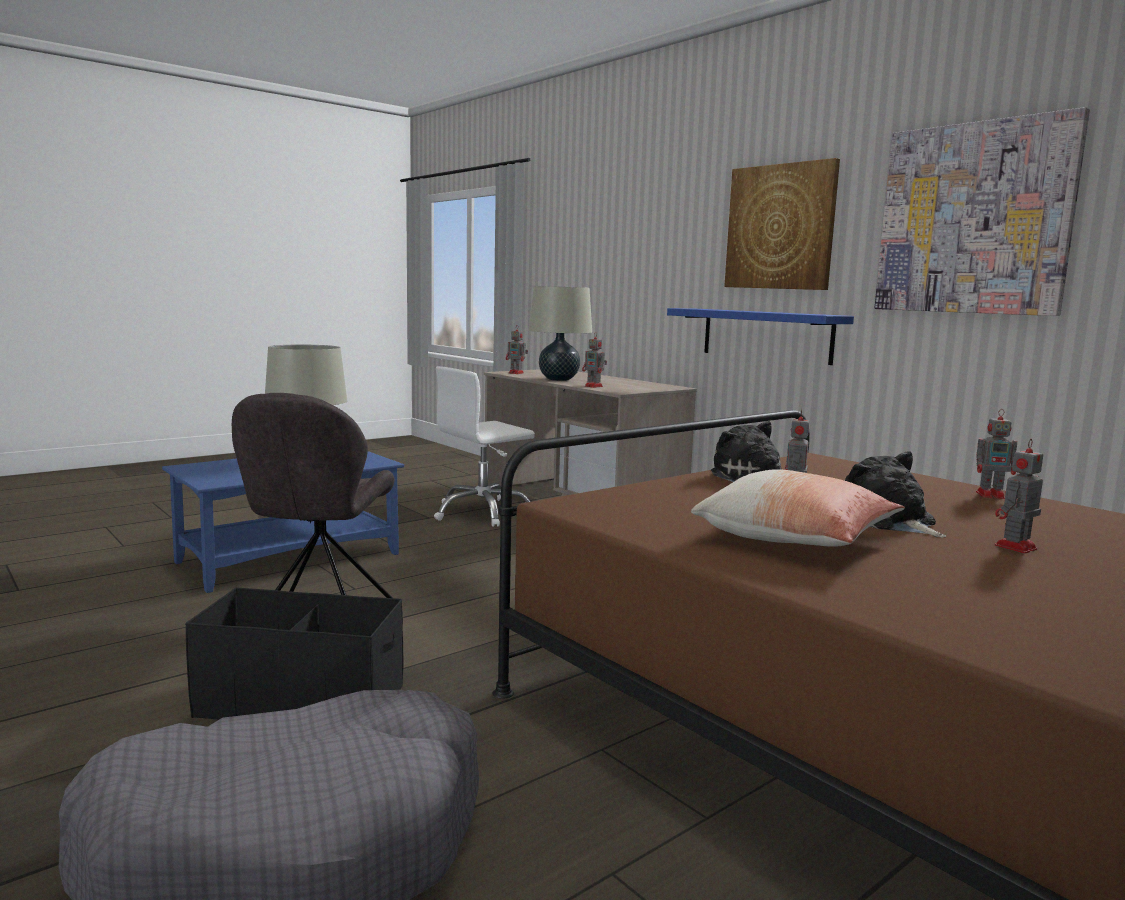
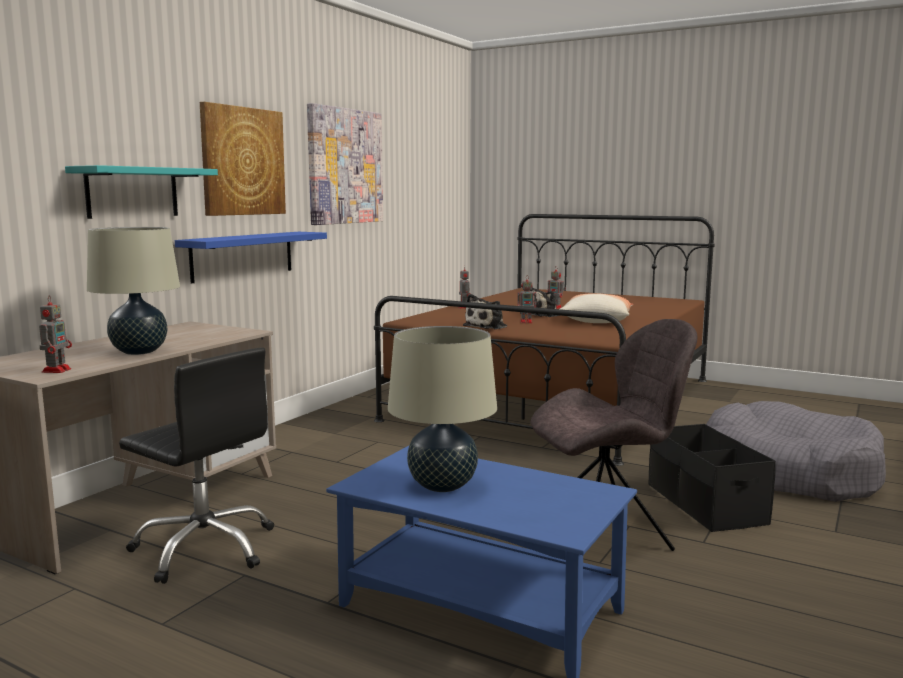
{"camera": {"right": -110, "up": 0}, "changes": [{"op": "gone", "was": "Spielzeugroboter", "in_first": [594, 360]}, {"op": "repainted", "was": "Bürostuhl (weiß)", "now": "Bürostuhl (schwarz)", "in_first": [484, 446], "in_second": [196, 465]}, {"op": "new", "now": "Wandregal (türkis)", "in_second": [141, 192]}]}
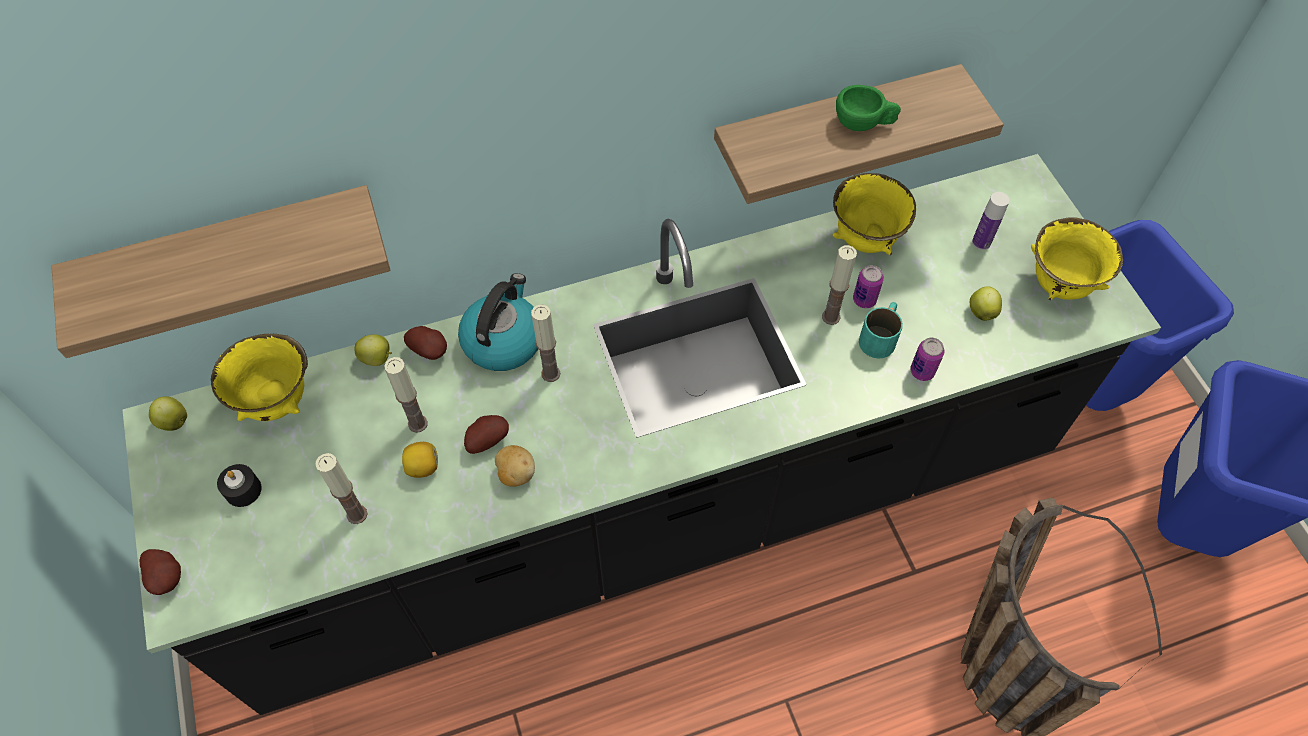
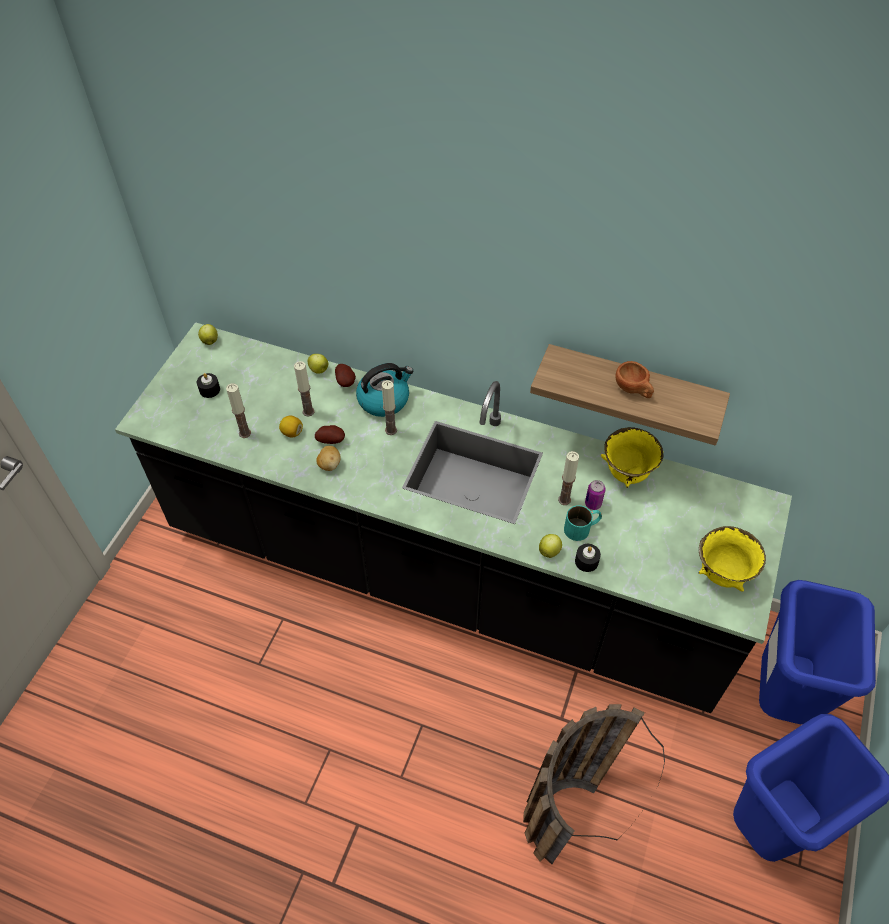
{"camera": {"right": 40, "up": -5}, "changes": [{"op": "repainted", "was": "Tasse (grün)", "now": "Tasse (braun)", "in_first": [868, 108], "in_second": [634, 379]}, {"op": "gone", "was": "Wandregal", "in_first": [220, 271]}, {"op": "gone", "was": "Flasche", "in_first": [991, 221]}, {"op": "shifted", "was": "Apfel", "in_first": [986, 303], "in_second": [550, 546]}, {"op": "gone", "was": "Schüssel (gelb)", "in_first": [259, 377]}, {"op": "swapped", "was": "Dose", "now": "Kerze (schwarz)", "in_first": [927, 359], "in_second": [588, 558]}, {"op": "gone", "was": "Kartoffel", "in_first": [160, 572]}]}
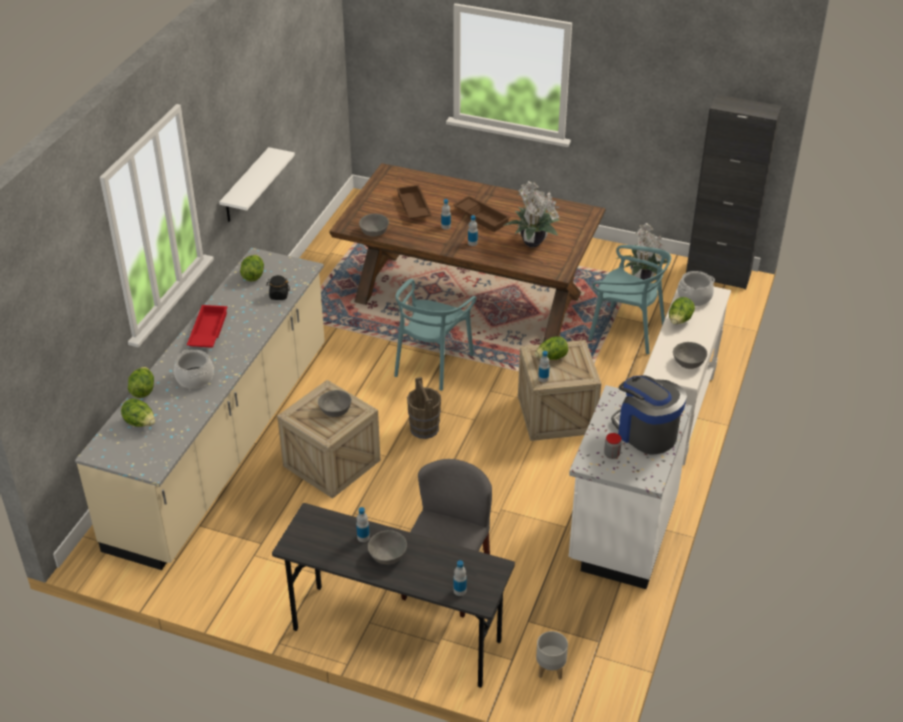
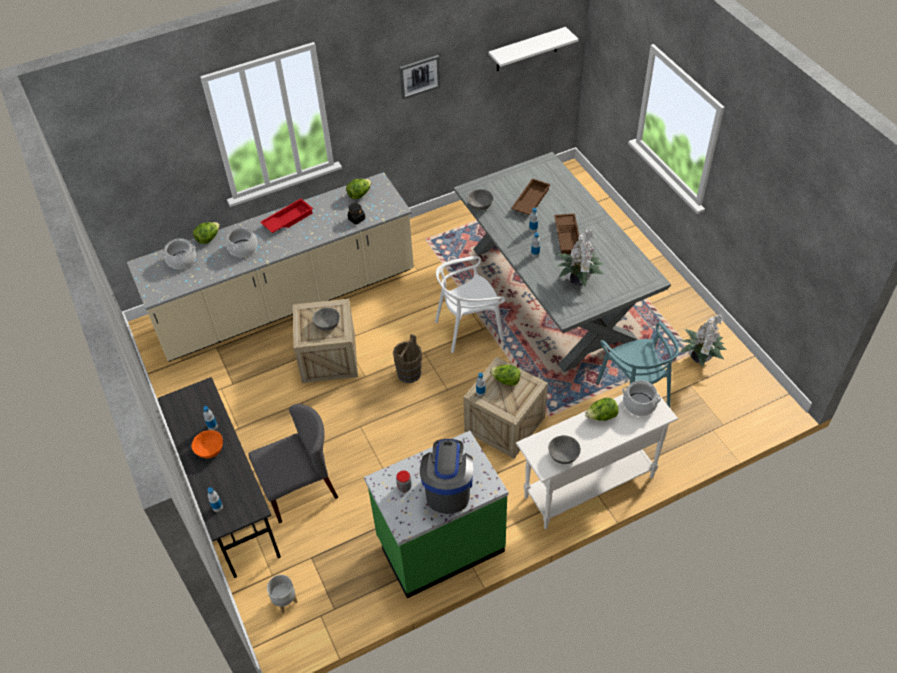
{"camera": {"right": 45, "up": 10}, "changes": [{"op": "gone", "was": "Schrank (schwarz)", "in_first": [734, 192]}, {"op": "shifted", "was": "Wandregal (weiß)", "in_first": [257, 184], "in_second": [534, 49]}, {"op": "repainted", "was": "Esstisch (braun)", "now": "Esstisch (grau)", "in_first": [467, 252], "in_second": [562, 262]}, {"op": "repainted", "was": "Stuhl (türkis)", "now": "Stuhl (weiß)", "in_first": [435, 335], "in_second": [470, 304]}, {"op": "repainted", "was": "Küchenzeile (weiß)", "now": "Küchenzeile (grün)", "in_first": [630, 487], "in_second": [436, 514]}, {"op": "swapped", "was": "Salatkopf", "now": "Kochtopf", "in_first": [138, 412], "in_second": [178, 254]}, {"op": "repainted", "was": "Schüssel (grau)", "now": "Schüssel (orange)", "in_first": [387, 547], "in_second": [207, 444]}, {"op": "new", "now": "Bild", "in_second": [419, 77]}]}
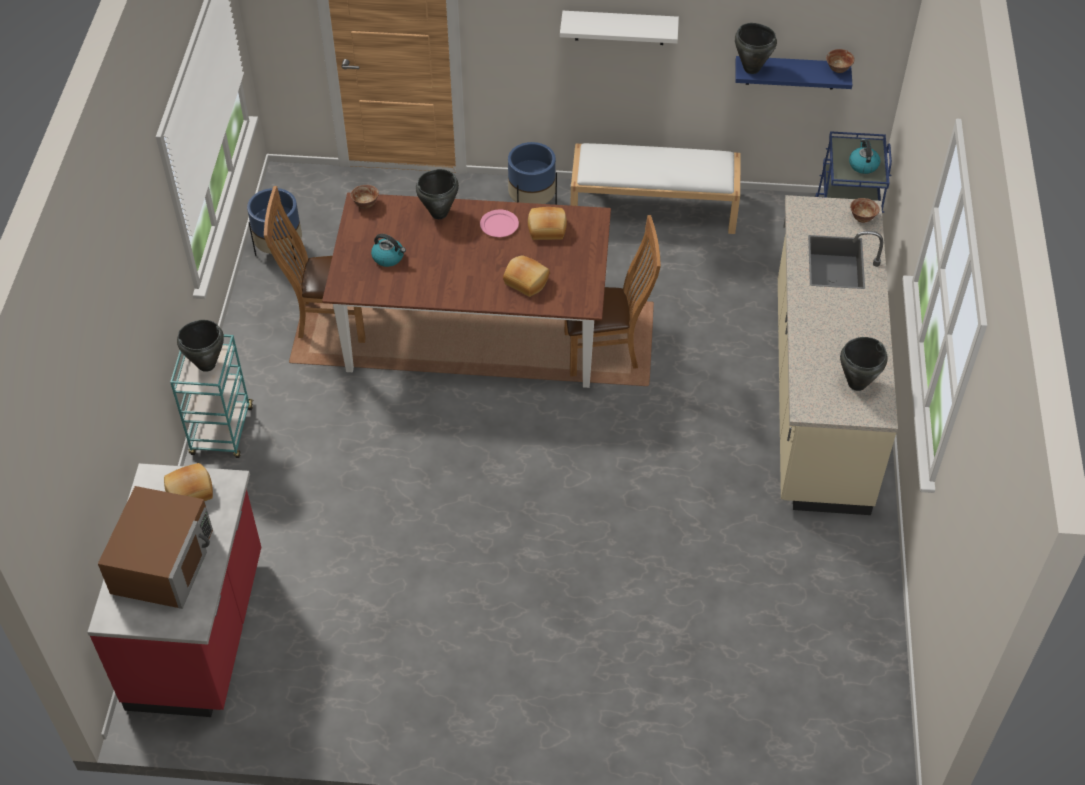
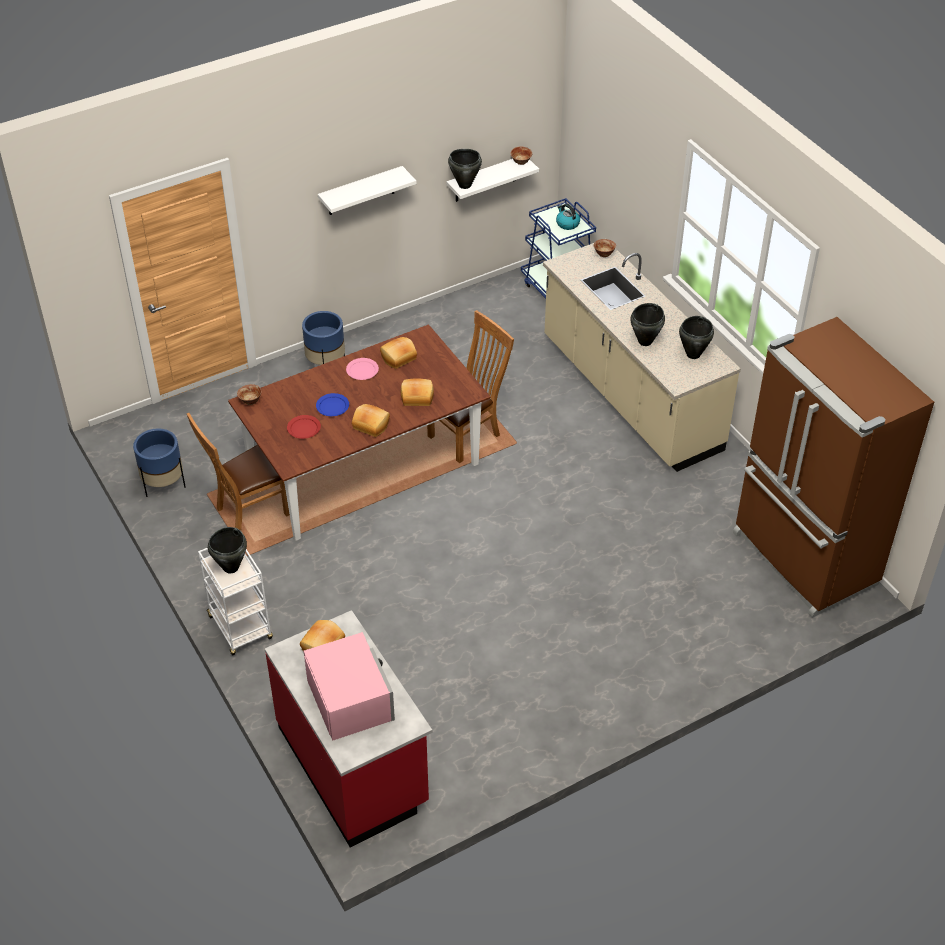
{"camera": {"right": -35, "up": -5}, "changes": [{"op": "repainted", "was": "Wandregal (blau)", "now": "Wandregal (weiß)", "in_first": [793, 72], "in_second": [492, 180]}, {"op": "gone", "was": "Bank (weiß)", "in_first": [655, 188]}, {"op": "shifted", "was": "Kochtopf (schwarz)", "in_first": [437, 194], "in_second": [647, 324]}, {"op": "swapped", "was": "Wasserkessel", "now": "Teller (rot)", "in_first": [388, 250], "in_second": [304, 427]}, {"op": "repainted", "was": "Rollwagen (türkis)", "now": "Rollwagen (weiß)", "in_first": [211, 396], "in_second": [235, 602]}, {"op": "repainted", "was": "Mikrowelle (braun)", "now": "Mikrowelle (rosa)", "in_first": [155, 547], "in_second": [349, 686]}, {"op": "new", "now": "Kühlschrank (braun)", "in_second": [833, 467]}, {"op": "new", "now": "Teller (blau)", "in_second": [332, 404]}, {"op": "new", "now": "Brot", "in_second": [371, 420]}]}
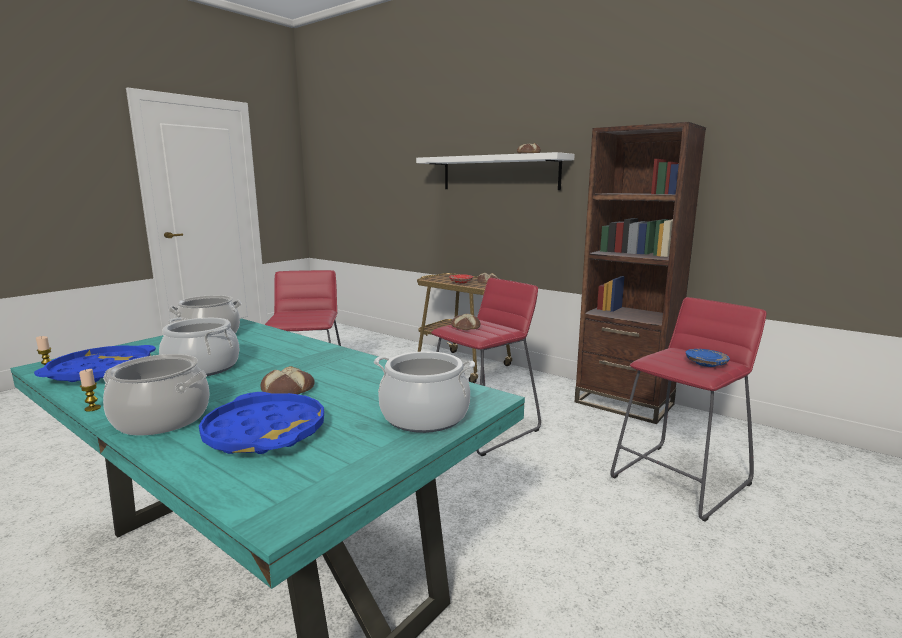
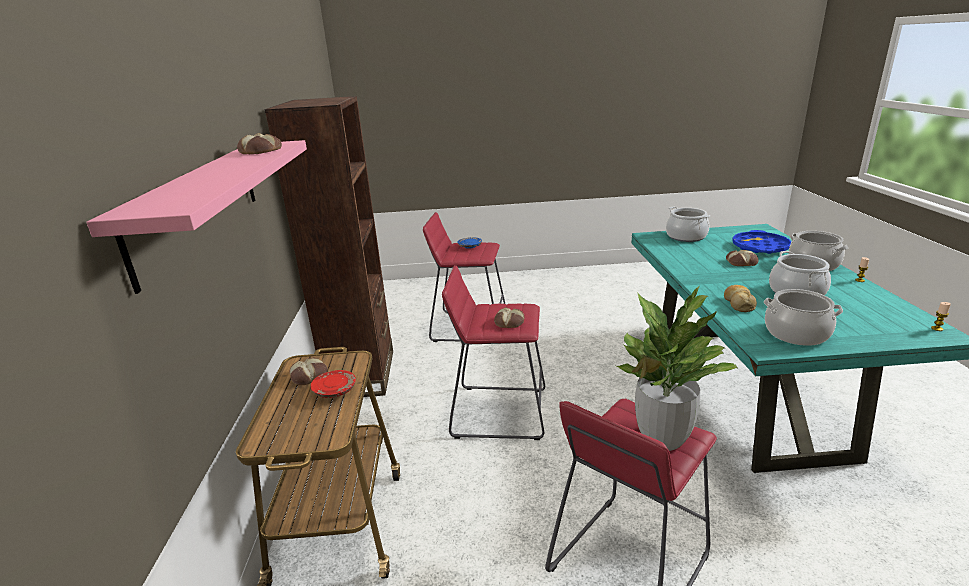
{"camera": {"right": -130, "up": 10}, "changes": [{"op": "repainted", "was": "Wandregal (weiß)", "now": "Wandregal (rosa)", "in_first": [495, 171], "in_second": [196, 217]}, {"op": "gone", "was": "Tablett (blau)", "in_first": [95, 363]}, {"op": "new", "now": "Brot", "in_second": [740, 298]}, {"op": "new", "now": "Topfpflanze", "in_second": [677, 368]}]}
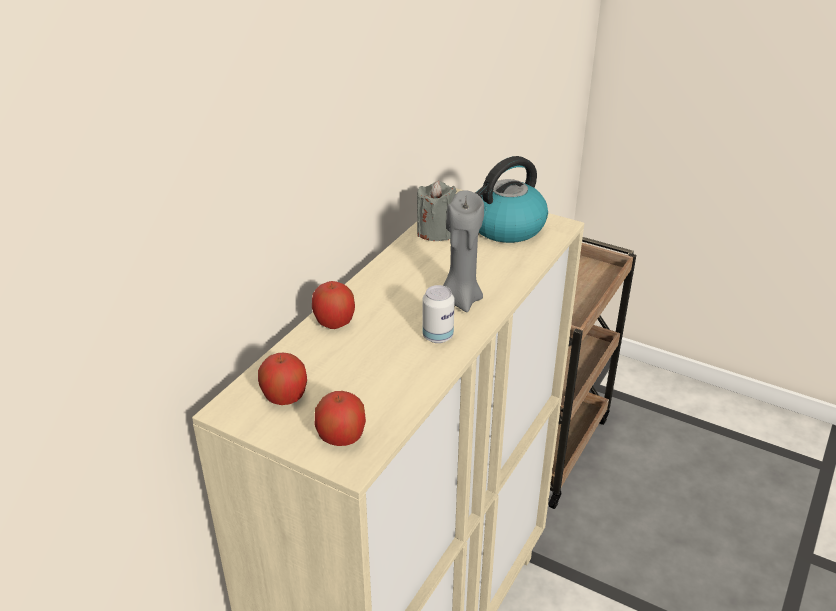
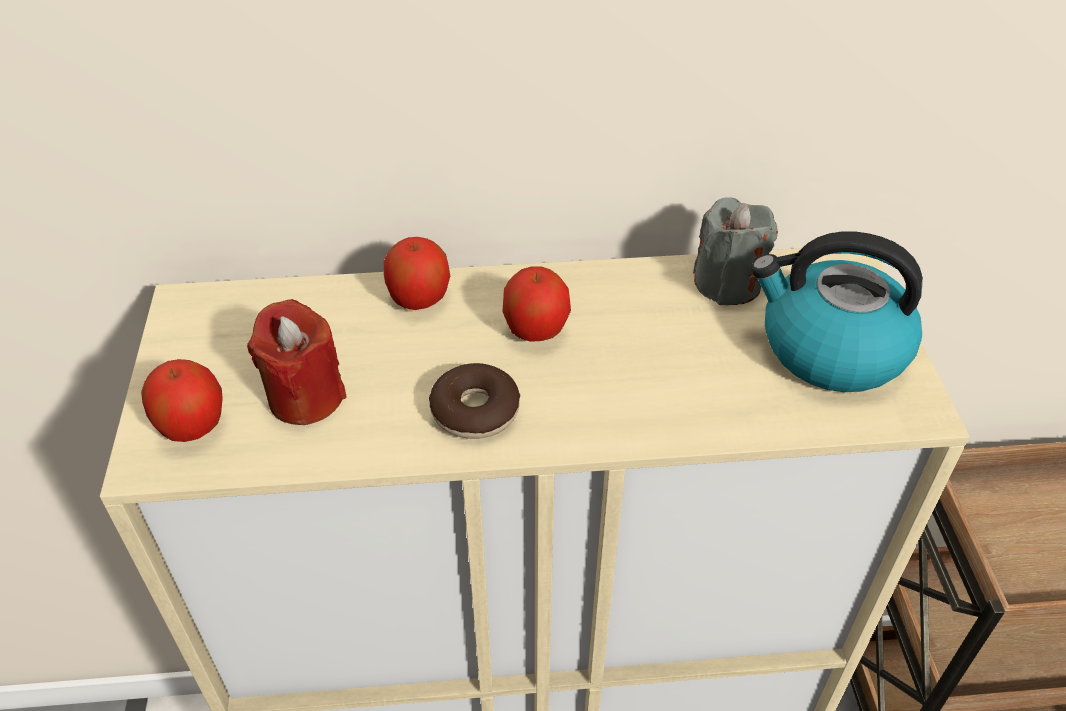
{"camera": {"right": 55, "up": 10}, "changes": [{"op": "gone", "was": "Kerze (grau)", "in_first": [463, 251]}, {"op": "swapped", "was": "Dose", "now": "Donut", "in_first": [438, 314], "in_second": [474, 401]}, {"op": "shifted", "was": "Apfel", "in_first": [282, 379], "in_second": [536, 304]}, {"op": "new", "now": "Kerze (rot)", "in_second": [296, 362]}]}
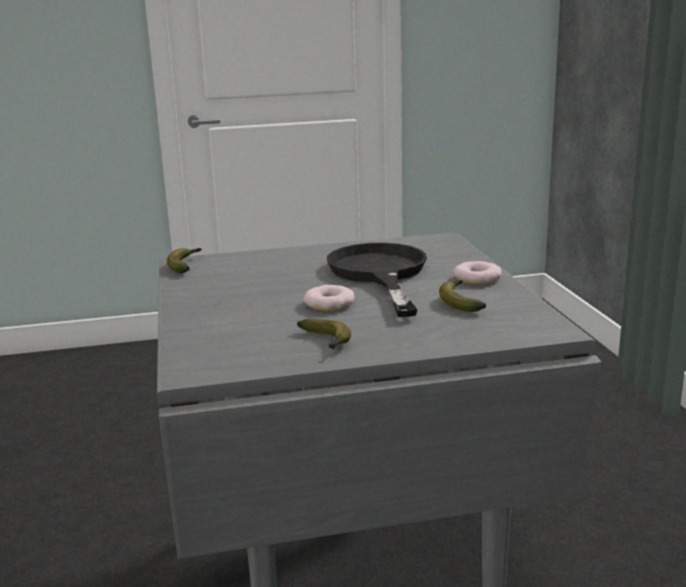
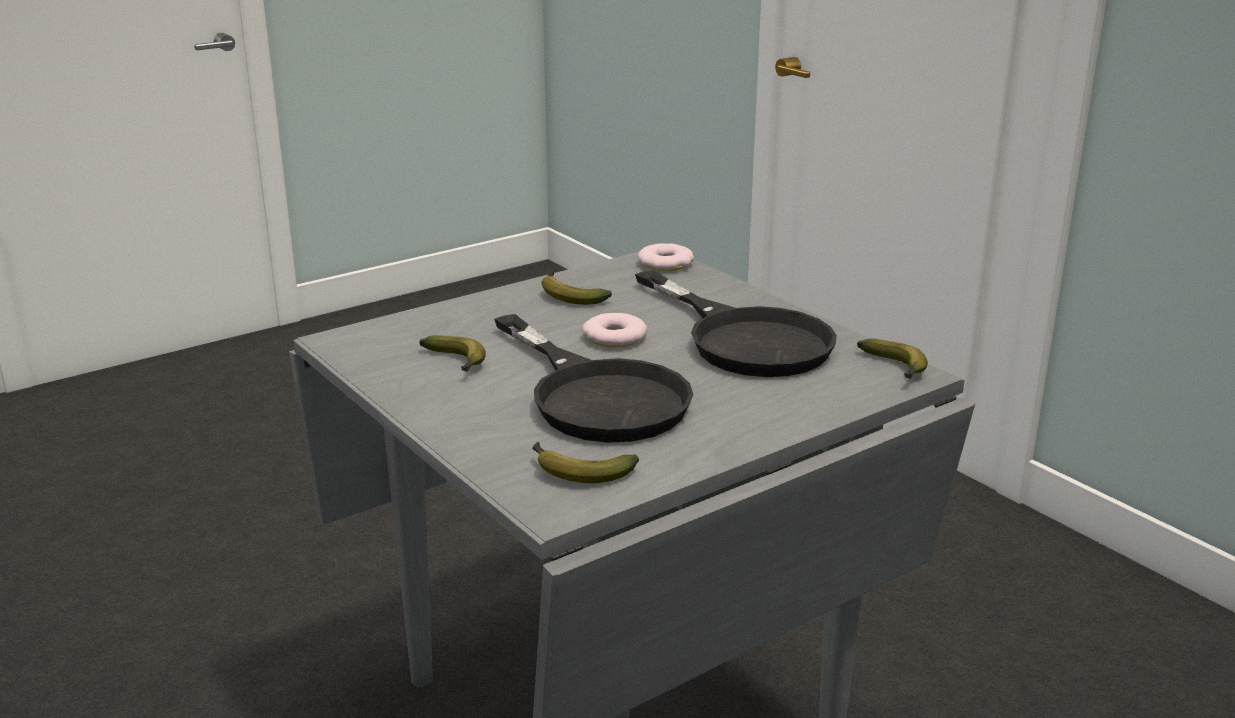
{"camera": {"right": 155, "up": 5}, "changes": [{"op": "shifted", "was": "Donut", "in_first": [477, 272], "in_second": [666, 257]}, {"op": "new", "now": "Pfanne (schwarz)", "in_second": [736, 323]}, {"op": "new", "now": "Banane", "in_second": [585, 462]}]}
